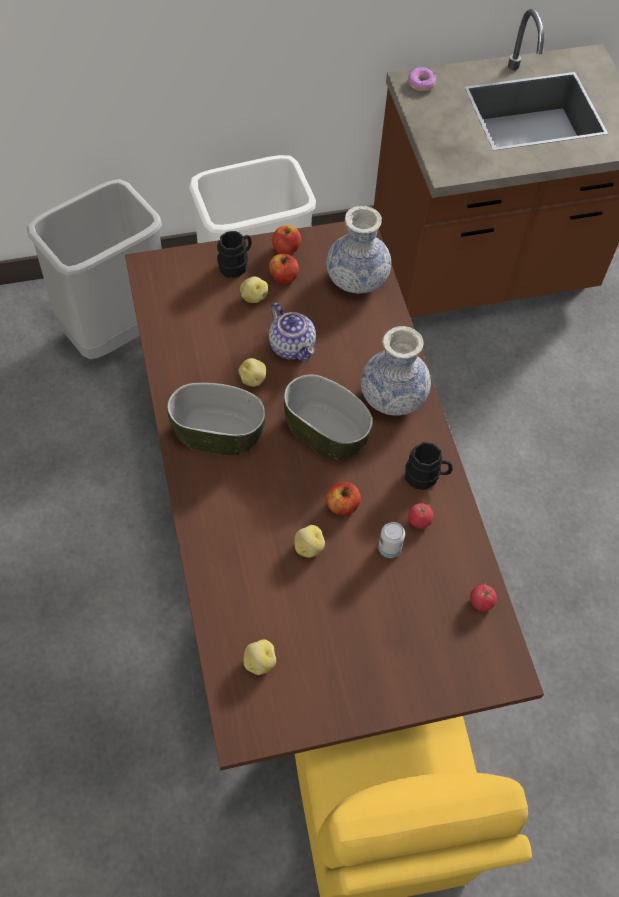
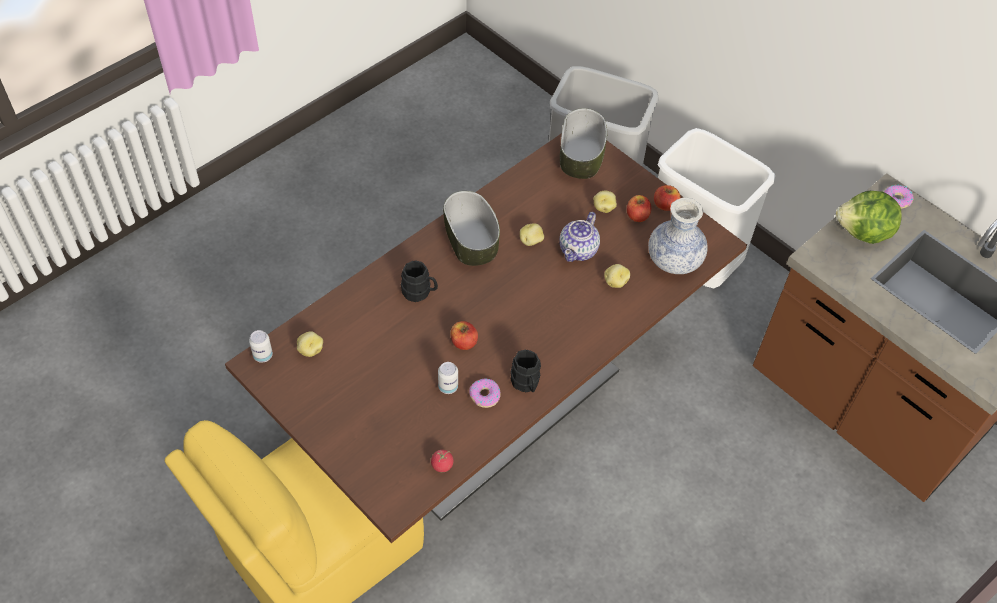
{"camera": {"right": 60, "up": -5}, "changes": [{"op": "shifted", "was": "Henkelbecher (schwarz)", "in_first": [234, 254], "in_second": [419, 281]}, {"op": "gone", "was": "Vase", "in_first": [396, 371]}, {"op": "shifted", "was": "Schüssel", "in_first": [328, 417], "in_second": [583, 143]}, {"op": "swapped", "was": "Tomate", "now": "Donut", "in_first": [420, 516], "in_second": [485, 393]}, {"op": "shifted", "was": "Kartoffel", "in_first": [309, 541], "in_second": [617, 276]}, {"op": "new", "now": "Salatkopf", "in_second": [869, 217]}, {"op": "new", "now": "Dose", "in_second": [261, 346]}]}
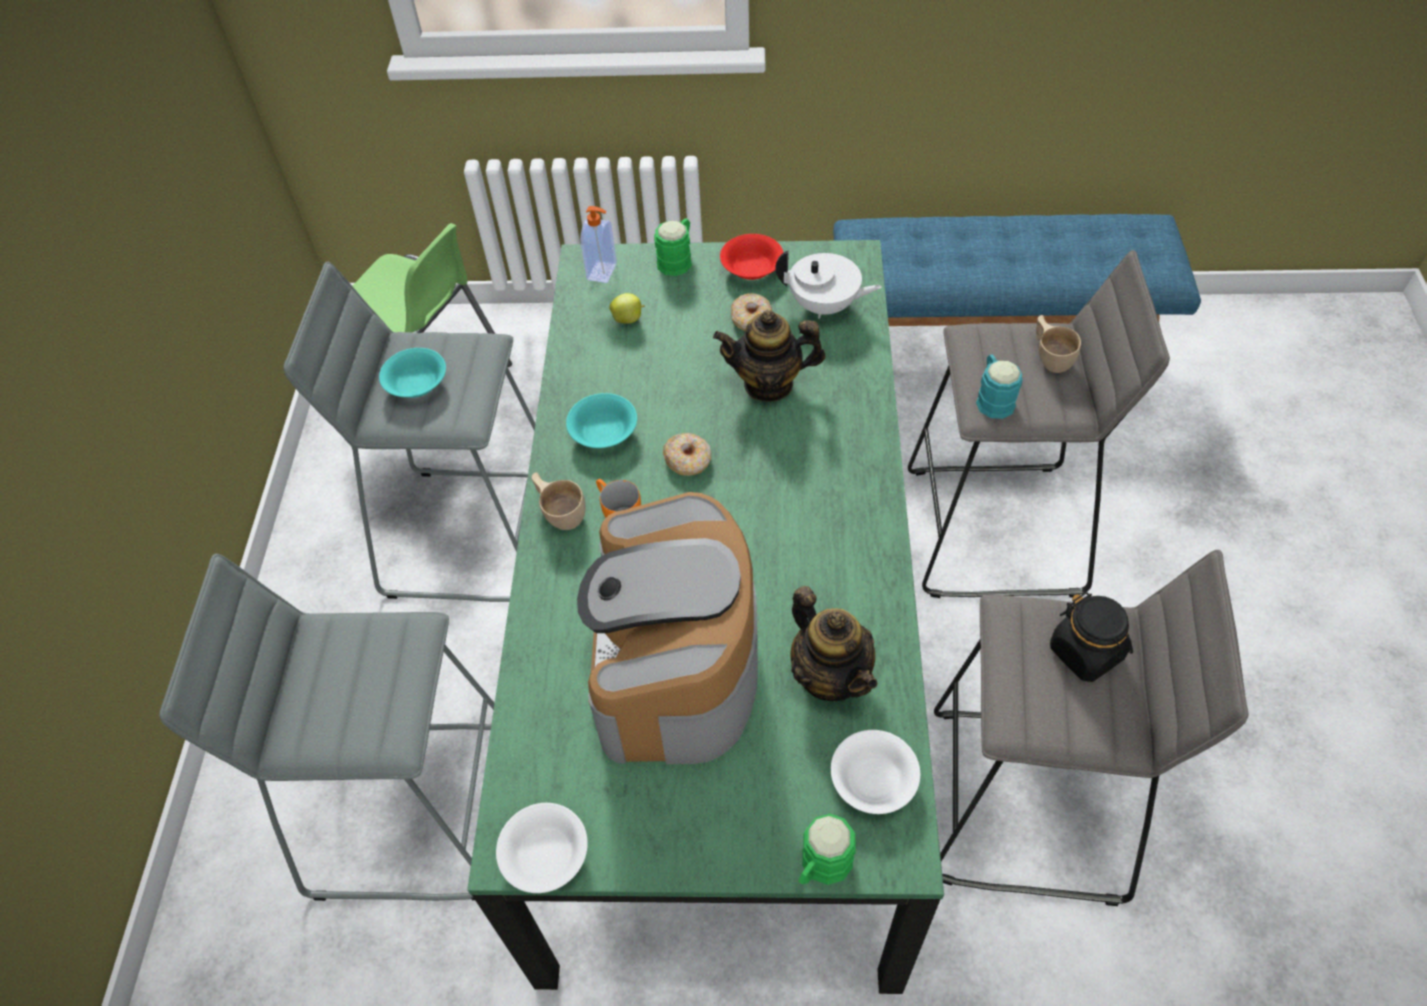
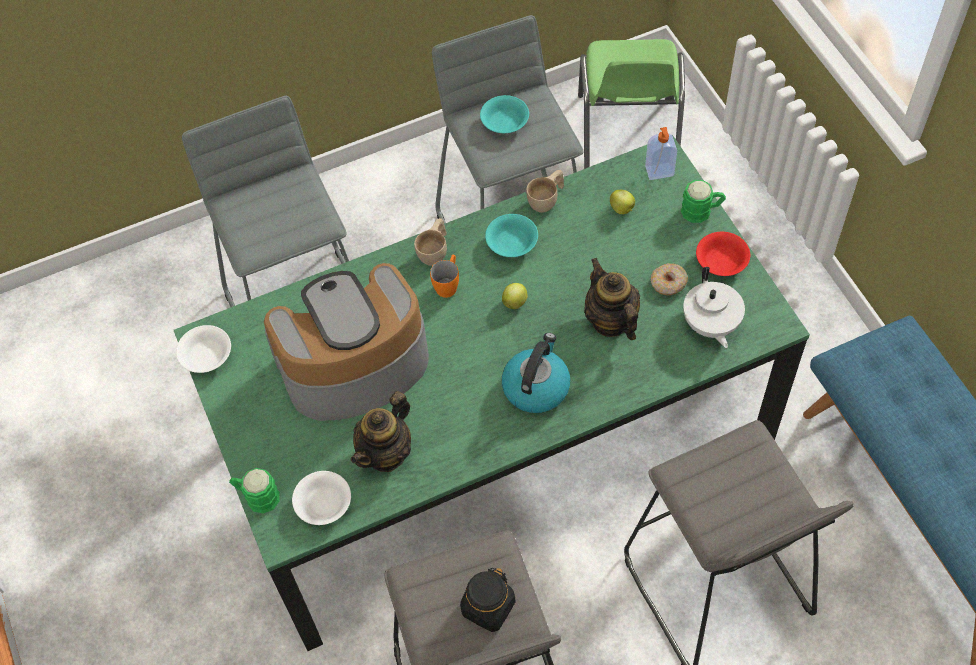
{"camera": {"right": 65, "up": 5}, "changes": [{"op": "shifted", "was": "Tasse (beige)", "in_first": [1058, 344], "in_second": [545, 191]}, {"op": "gone", "was": "Henkelbecher (türkis)", "in_first": [999, 386]}, {"op": "swapped", "was": "Donut", "now": "Apfel", "in_first": [687, 454], "in_second": [515, 296]}, {"op": "new", "now": "Wasserkessel", "in_second": [536, 373]}]}
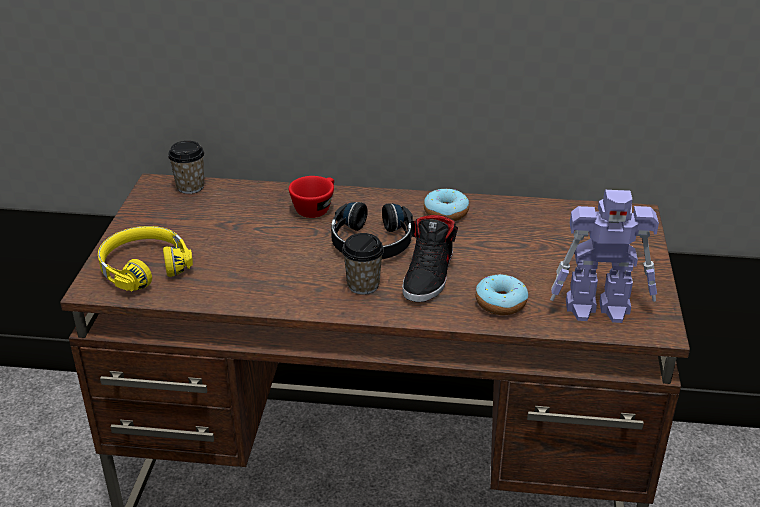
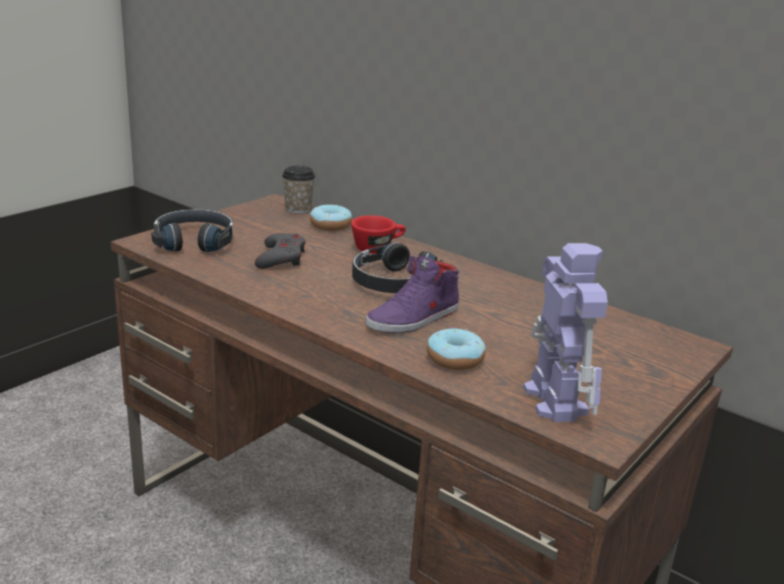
{"camera": {"right": 30, "up": -10}, "changes": [{"op": "shifted", "was": "Donut", "in_first": [446, 205], "in_second": [331, 217]}, {"op": "rotated", "was": "Spielzeugroboter", "in_first": [604, 256], "in_second": [565, 332], "clockwise": -135}, {"op": "repainted", "was": "Schuh (schwarz)", "now": "Schuh (lila)", "in_first": [430, 258], "in_second": [412, 294]}, {"op": "repainted", "was": "Kopfhörer (gelb)", "now": "Kopfhörer (schwarz)", "in_first": [145, 259], "in_second": [192, 230]}, {"op": "gone", "was": "Tasse", "in_first": [363, 264]}, {"op": "new", "now": "Gamepad (grau)", "in_second": [280, 251]}]}
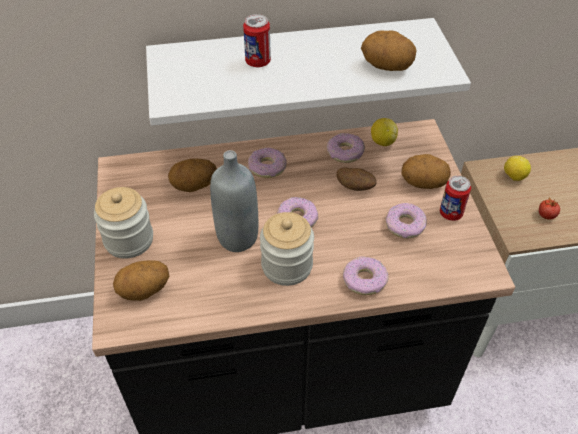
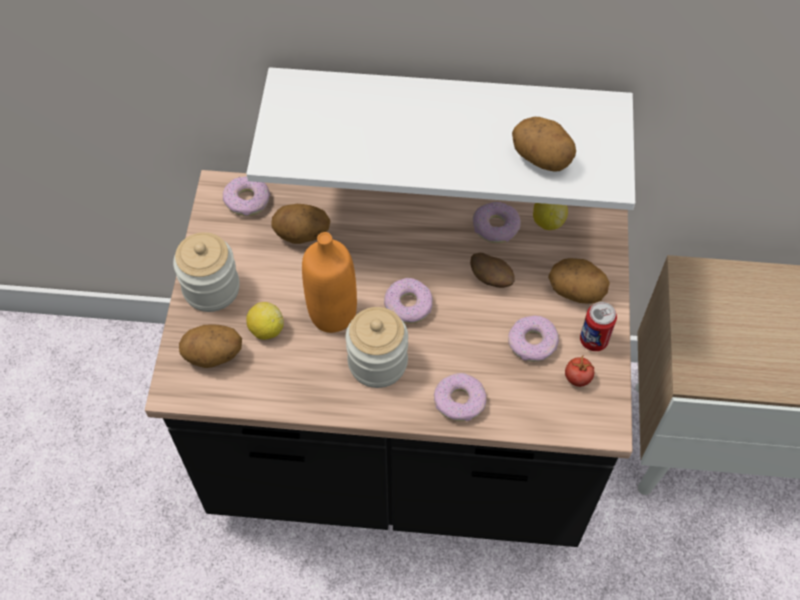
{"camera": {"right": 15, "up": 10}, "changes": [{"op": "gone", "was": "Dose", "in_first": [257, 40]}, {"op": "shifted", "was": "Donut", "in_first": [267, 163], "in_second": [246, 196]}, {"op": "repainted", "was": "Flasche (grau)", "now": "Flasche (orange)", "in_first": [234, 201], "in_second": [329, 282]}, {"op": "shifted", "was": "Zitrone", "in_first": [517, 168], "in_second": [265, 321]}, {"op": "shifted", "was": "Tomate", "in_first": [549, 209], "in_second": [579, 371]}]}
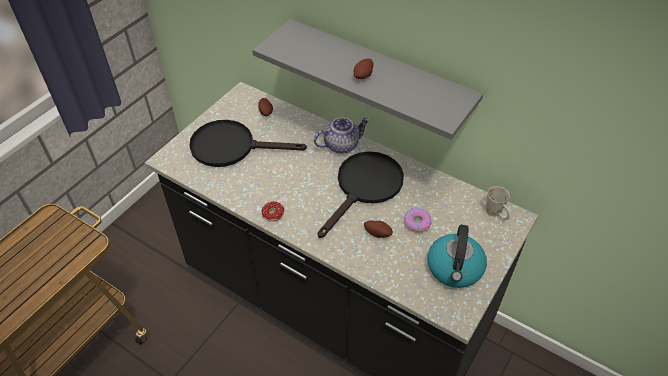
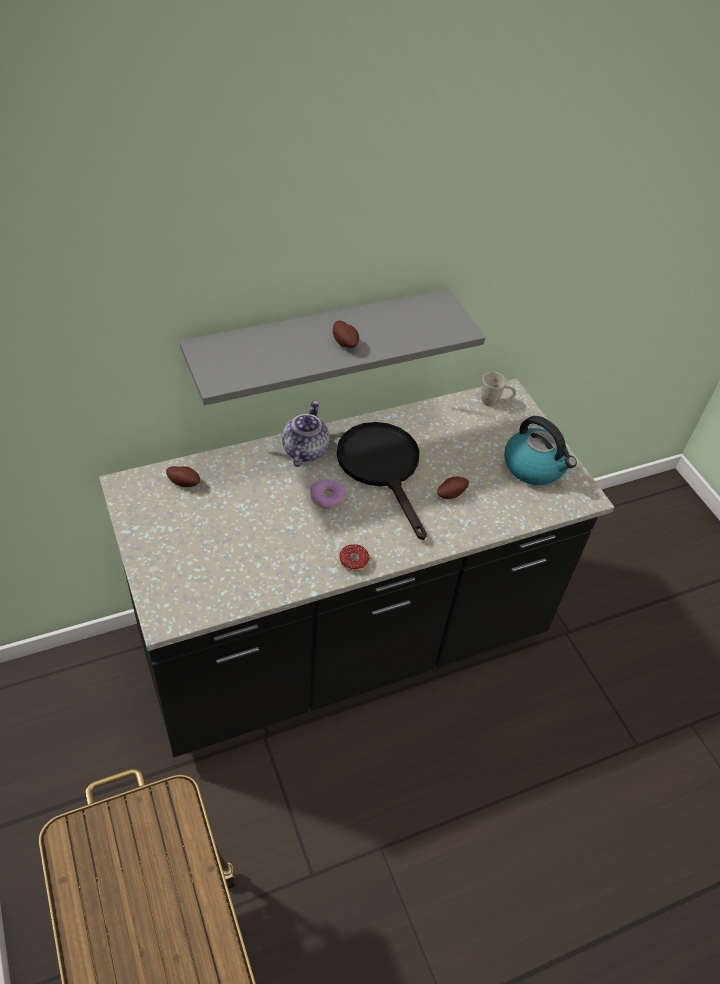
{"camera": {"right": -60, "up": 0}, "changes": [{"op": "gone", "was": "Pfanne (schwarz)", "in_first": [248, 143]}, {"op": "shifted", "was": "Donut", "in_first": [417, 219], "in_second": [328, 494]}]}
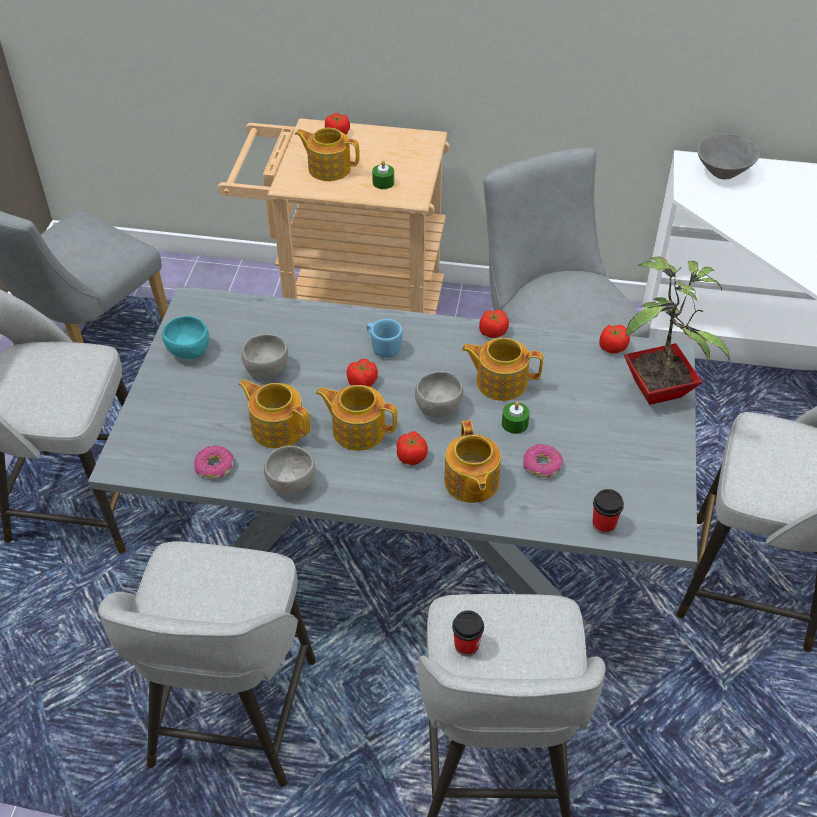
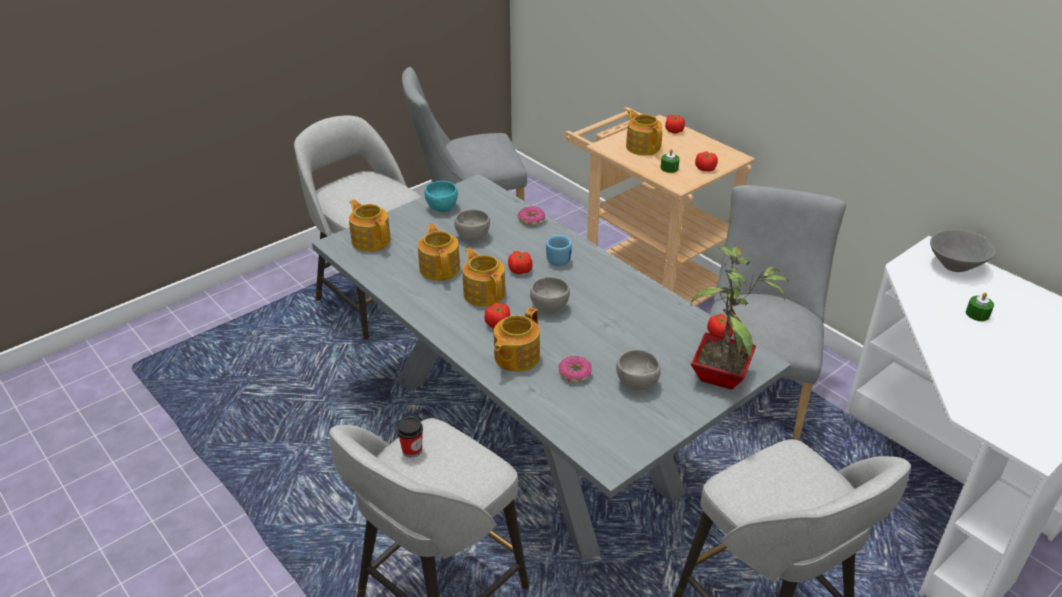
{"camera": {"right": 40, "up": -10}, "changes": [{"op": "shifted", "was": "Tomate", "in_first": [494, 324], "in_second": [706, 161]}, {"op": "shifted", "was": "Teekanne", "in_first": [502, 369], "in_second": [370, 225]}, {"op": "shifted", "was": "Kerze (grün)", "in_first": [516, 418], "in_second": [980, 306]}, {"op": "shifted", "was": "Donut", "in_first": [214, 462], "in_second": [531, 215]}, {"op": "shifted", "was": "Schüssel (grau)", "in_first": [289, 470], "in_second": [638, 369]}, {"op": "gone", "was": "Tasse", "in_first": [608, 511]}, {"op": "gone", "was": "Hocker (grau)", "in_first": [207, 664]}]}
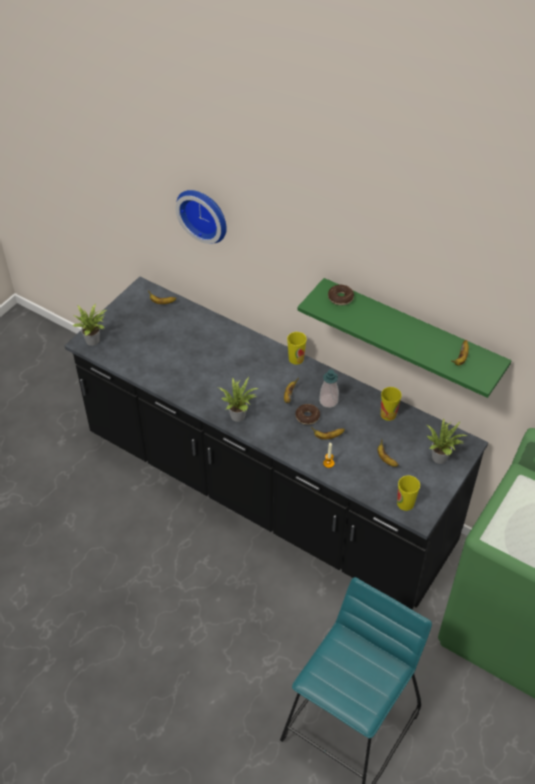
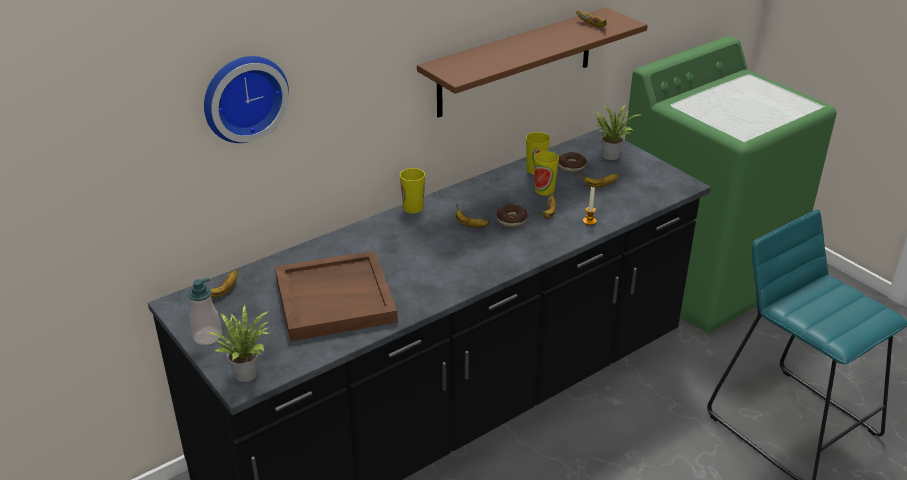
{"camera": {"right": -70, "up": -15}, "changes": [{"op": "repainted", "was": "Wandregal (grün)", "now": "Wandregal (braun)", "in_first": [404, 338], "in_second": [532, 62]}, {"op": "shifted", "was": "Donut", "in_first": [341, 295], "in_second": [572, 162]}, {"op": "shifted", "was": "Seifenspender", "in_first": [329, 388], "in_second": [205, 311]}, {"op": "gone", "was": "Topfpflanze", "in_first": [238, 399]}, {"op": "shifted", "was": "Tasse", "in_first": [408, 493], "in_second": [546, 173]}, {"op": "new", "now": "Tablett (braun)", "in_second": [336, 296]}]}
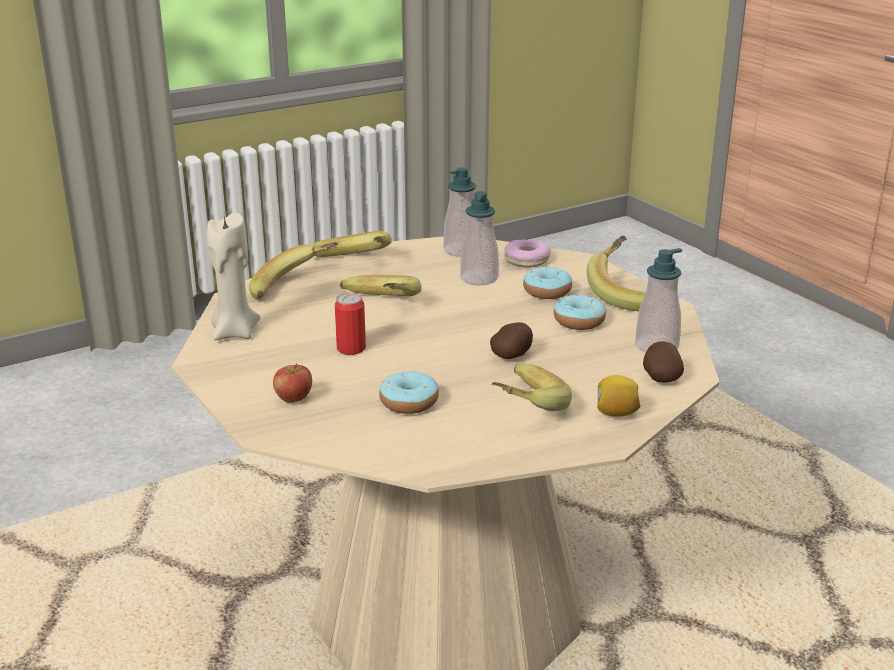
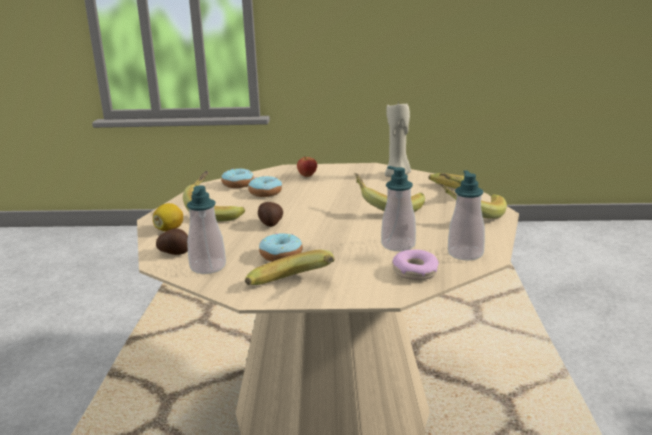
{"camera": {"right": 125, "up": -5}, "changes": [{"op": "shifted", "was": "Donut", "in_first": [547, 283], "in_second": [237, 178]}, {"op": "gone", "was": "Dose", "in_first": [350, 324]}]}
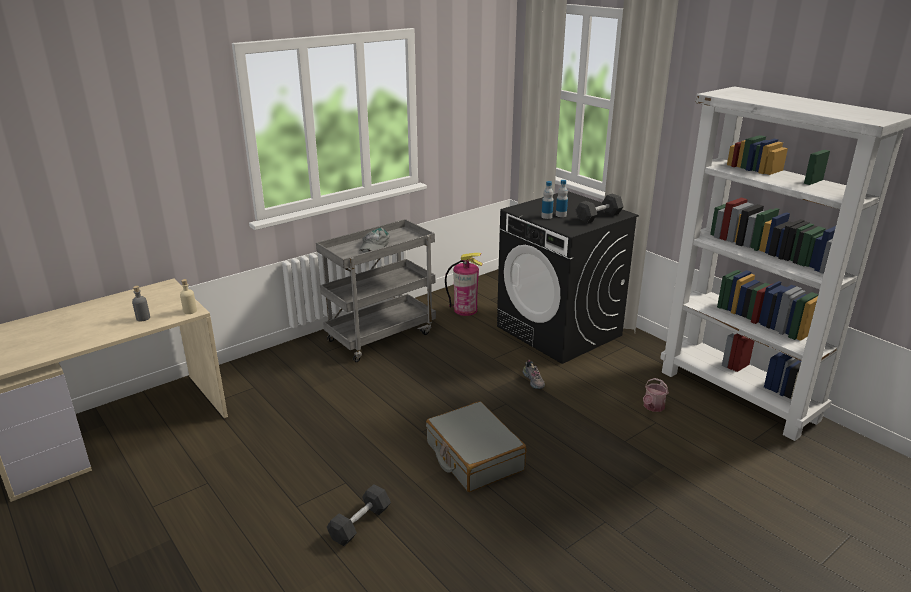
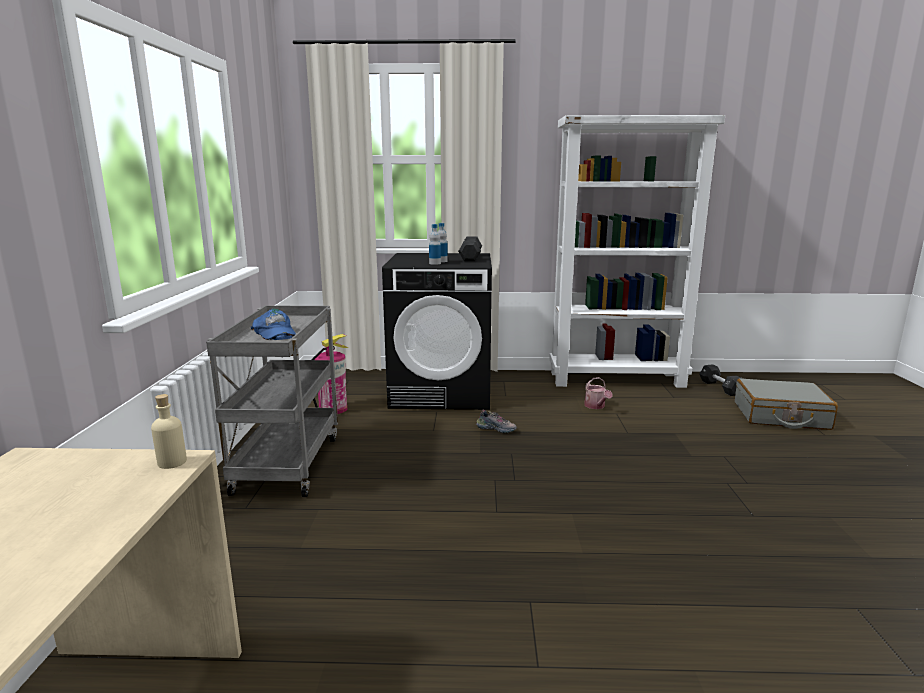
{"camera": {"right": -50, "up": -10}, "changes": [{"op": "repainted", "was": "Kappe (grau)", "now": "Kappe (blau)", "in_first": [374, 240], "in_second": [273, 324]}, {"op": "gone", "was": "Flasche (grau)", "in_first": [141, 303]}, {"op": "shifted", "was": "Koffer (grau)", "in_first": [476, 446], "in_second": [786, 404]}, {"op": "shifted", "was": "Hantel (schwarz)", "in_first": [359, 515], "in_second": [720, 380]}]}
